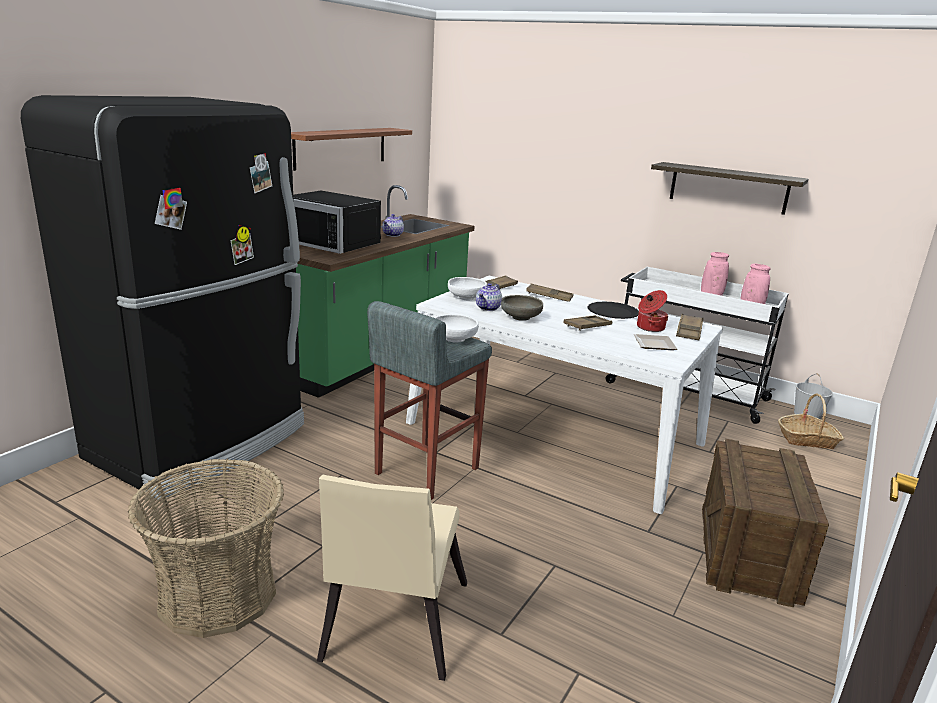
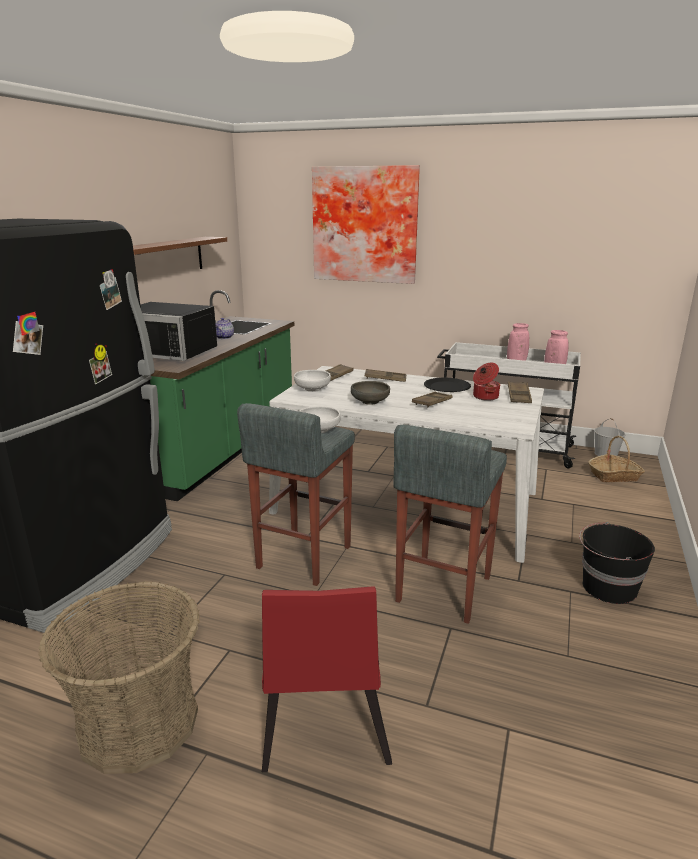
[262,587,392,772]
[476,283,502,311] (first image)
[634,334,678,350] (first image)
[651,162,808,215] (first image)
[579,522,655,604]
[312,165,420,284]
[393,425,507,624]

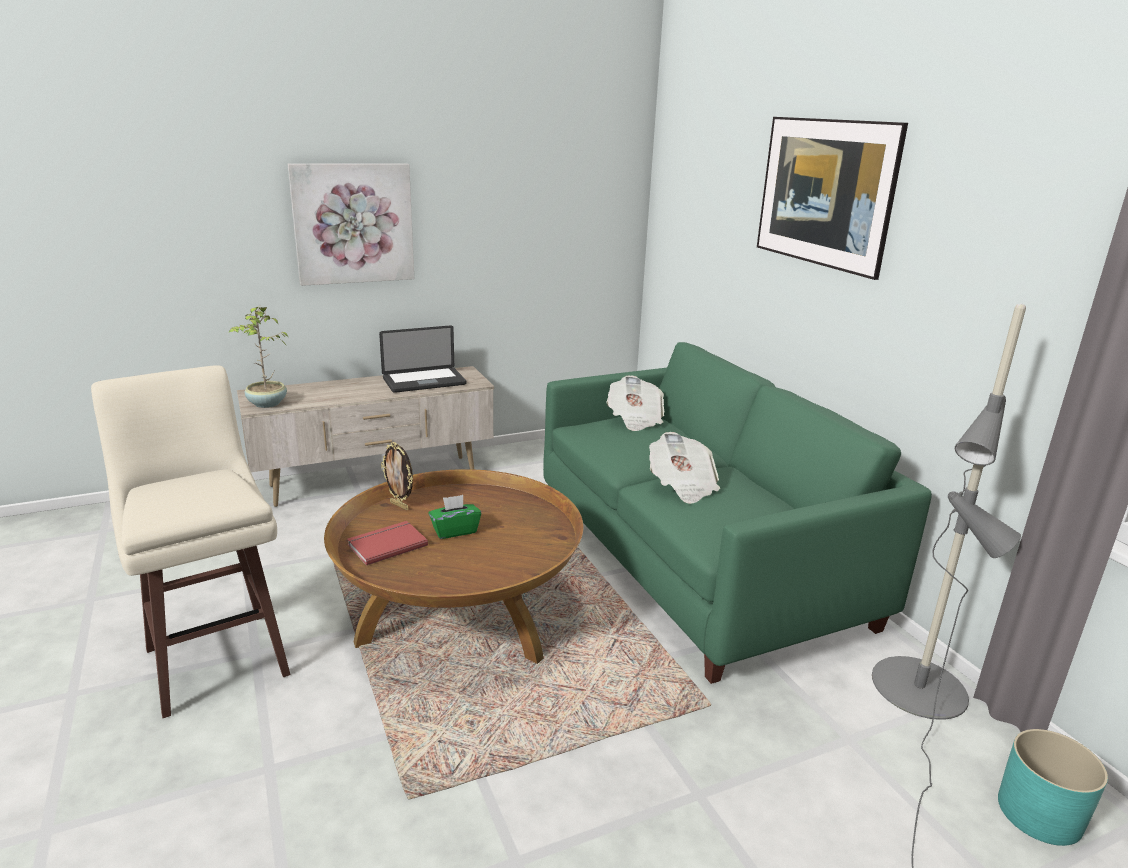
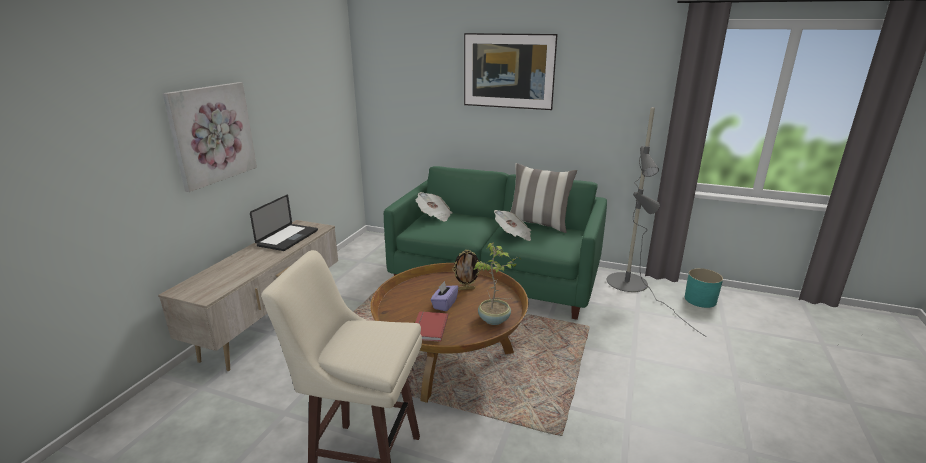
[474,243,521,325]
[453,250,482,290]
[430,281,458,311]
[510,163,577,233]

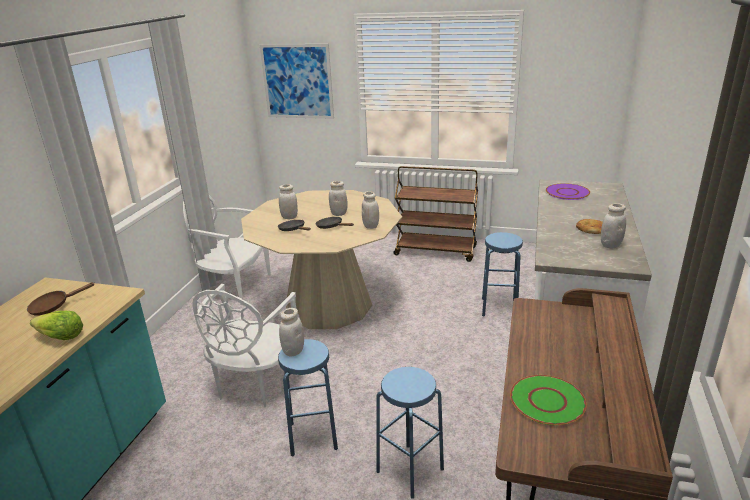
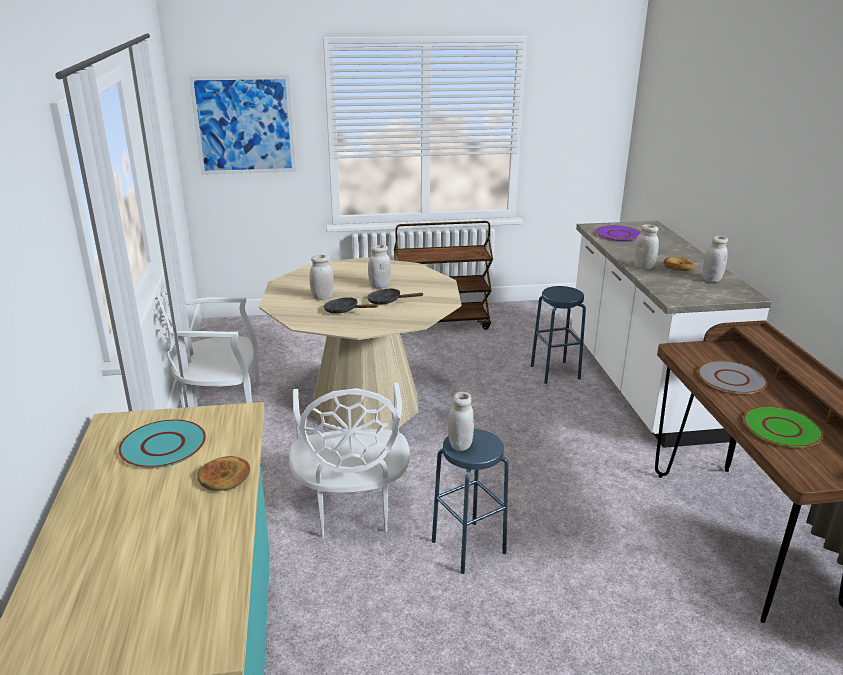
[118,419,206,468]
[198,456,250,491]
[634,224,659,269]
[376,367,444,499] (first image)
[698,361,768,394]

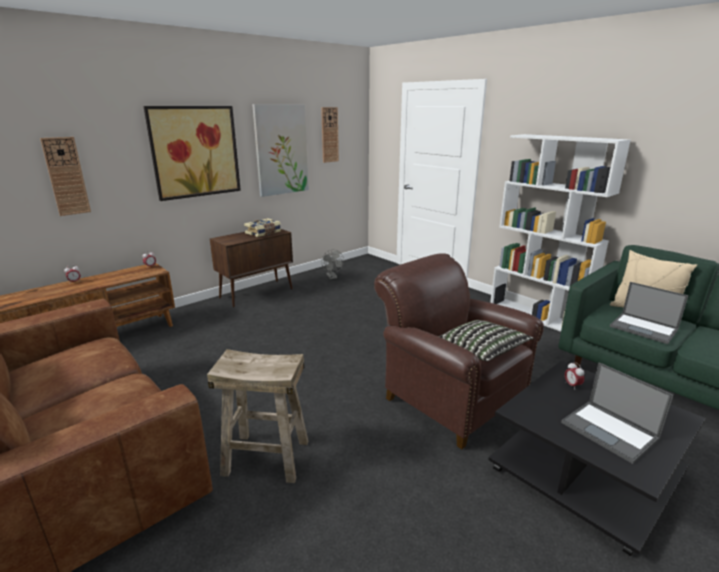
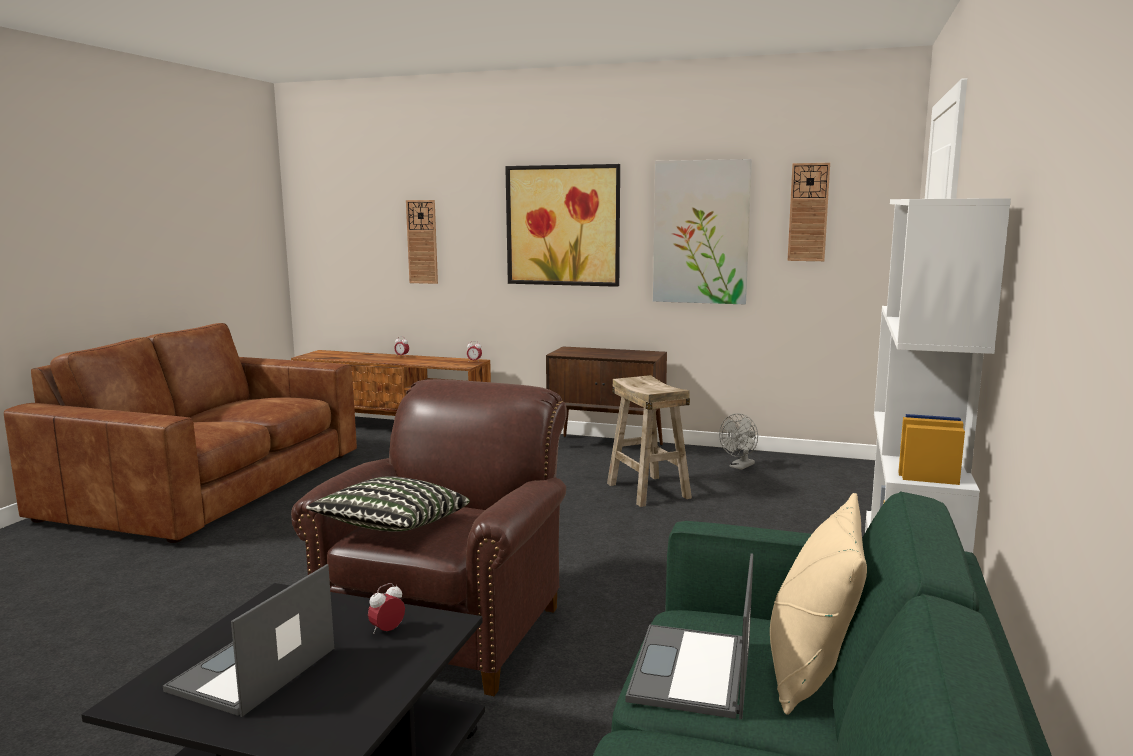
[607,375,692,507]
[244,218,281,237] (first image)

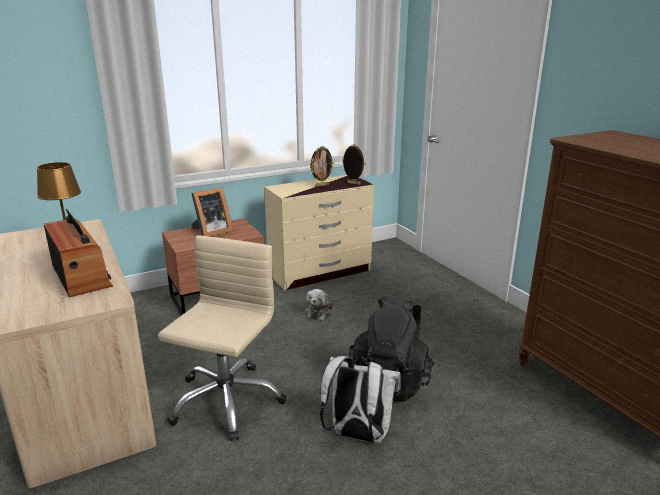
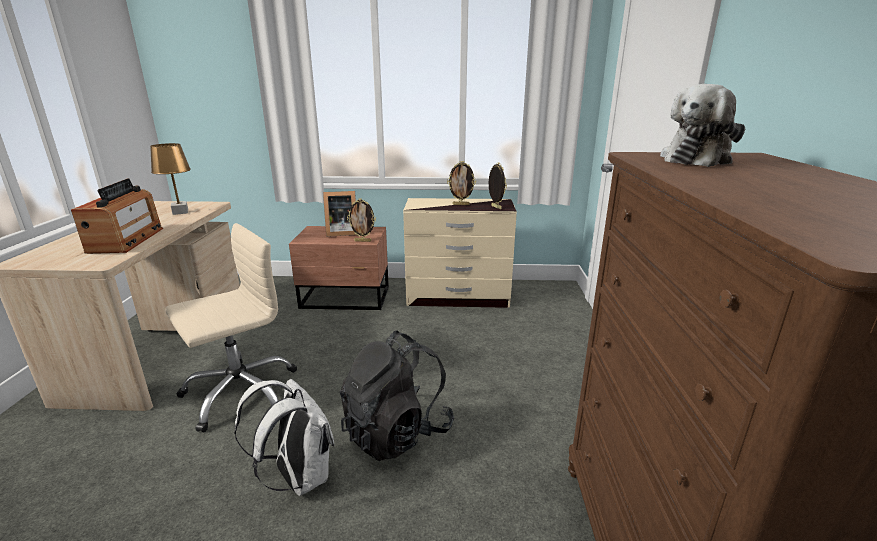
[660,84,745,167]
[347,198,376,242]

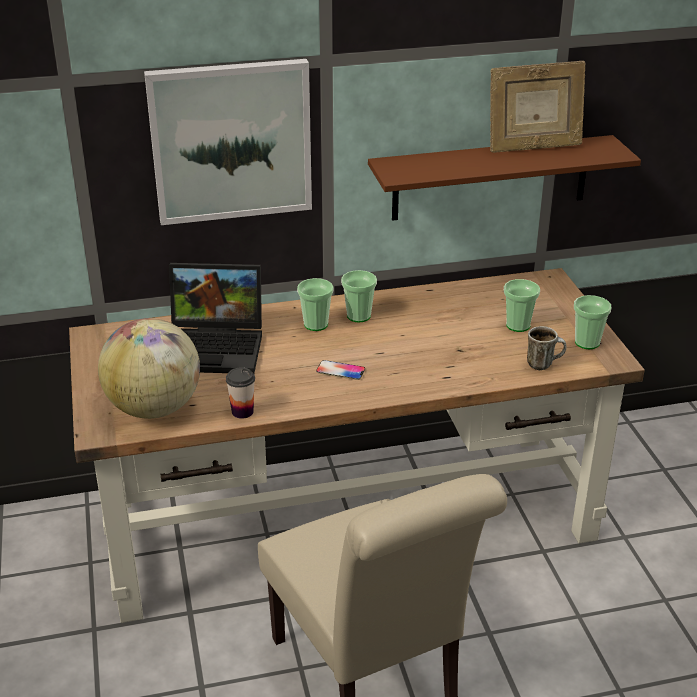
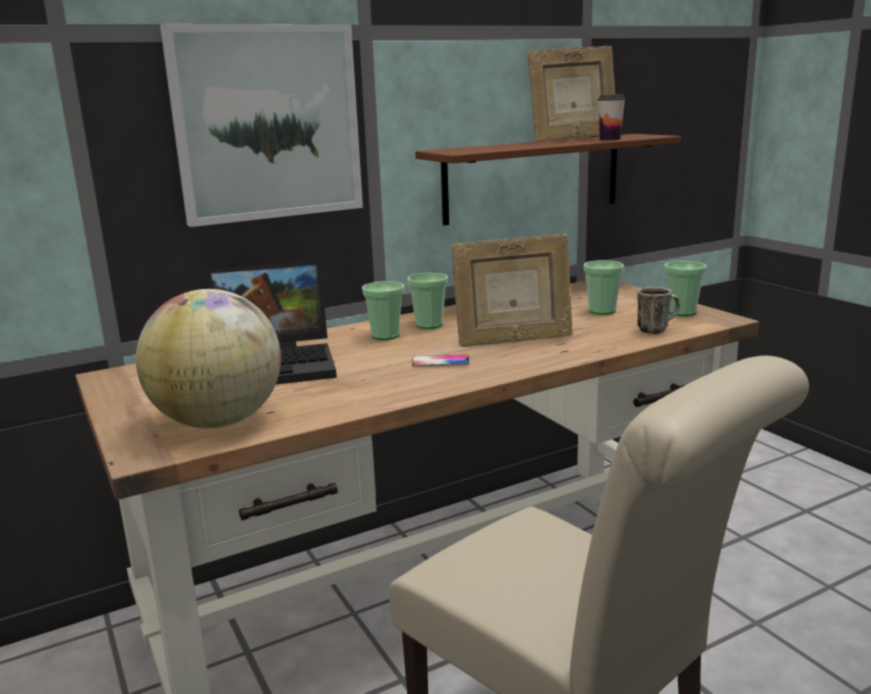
[598,94,625,140]
[451,234,573,347]

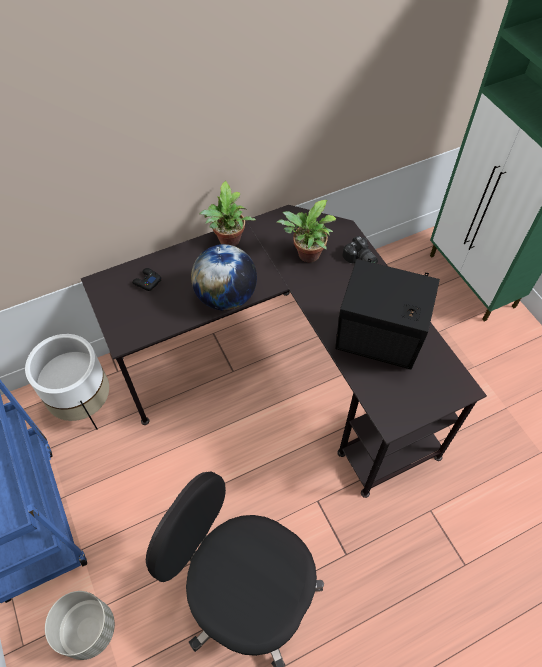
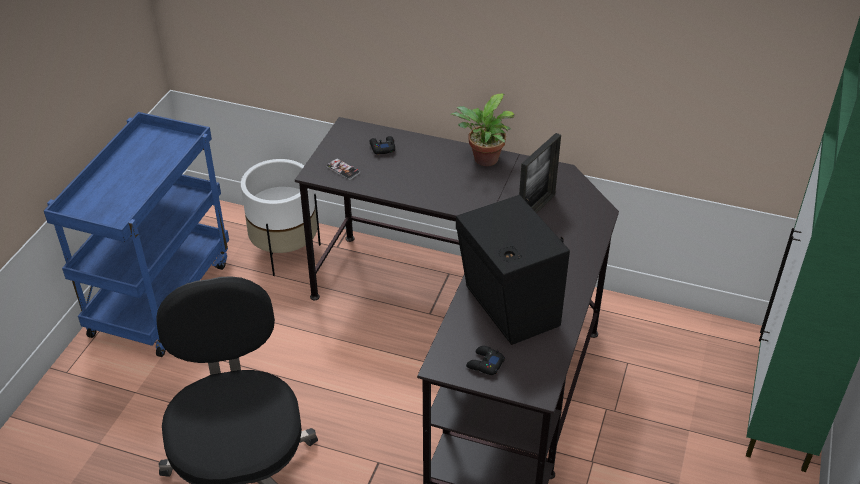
[45,591,115,660] (first image)
[191,244,257,310] (first image)
[519,133,561,213]
[342,236,378,264] (first image)
[326,158,360,180]
[466,346,505,375]

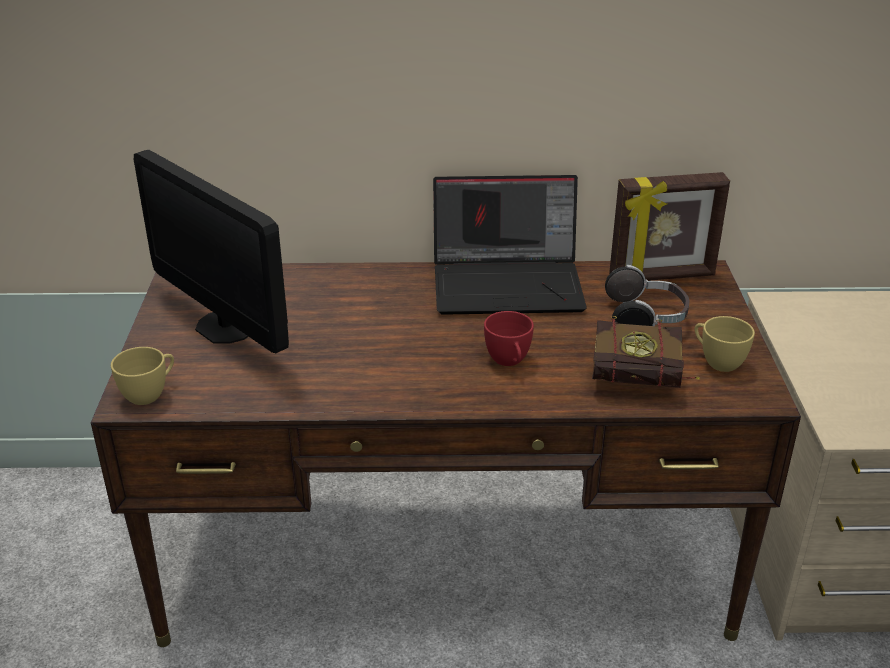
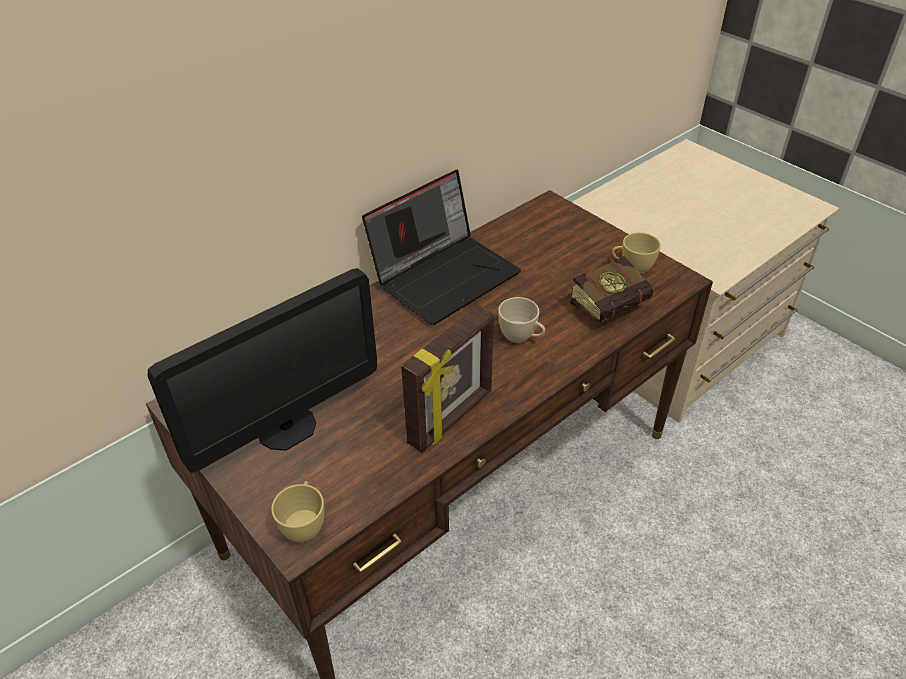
[148,268,377,473]
[498,297,545,343]
[605,265,689,336] (first image)
[401,305,494,453]

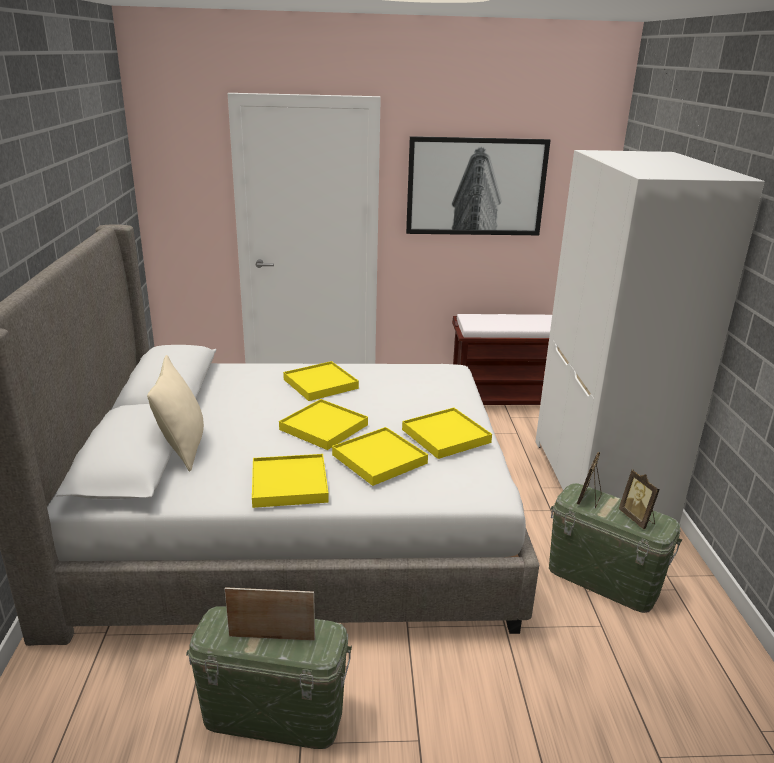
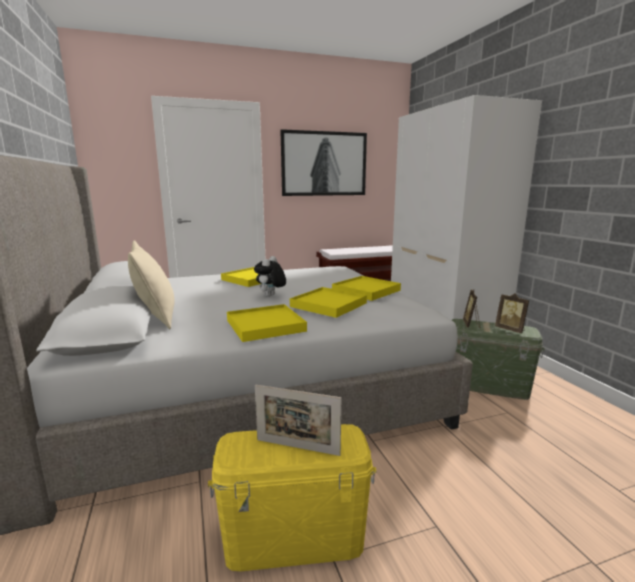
[208,424,376,571]
[255,384,341,456]
[254,256,286,297]

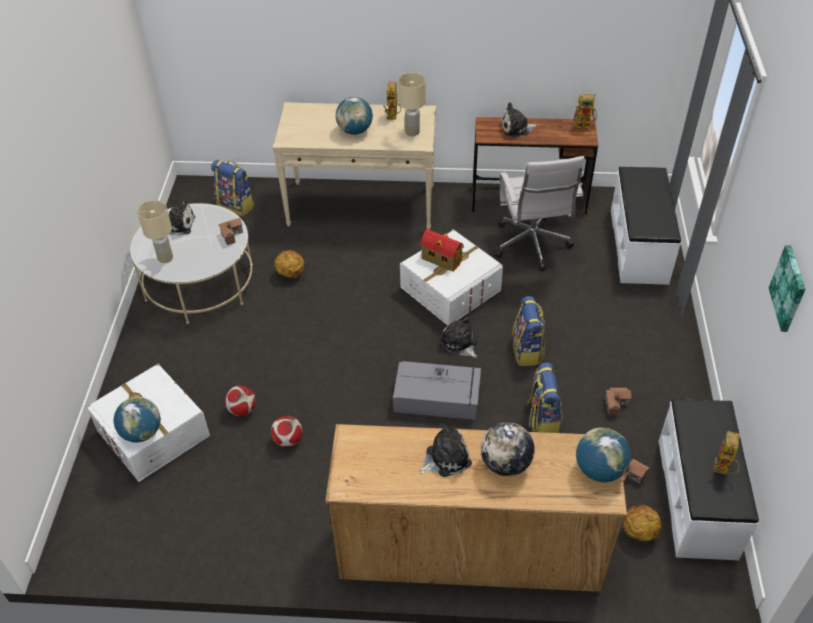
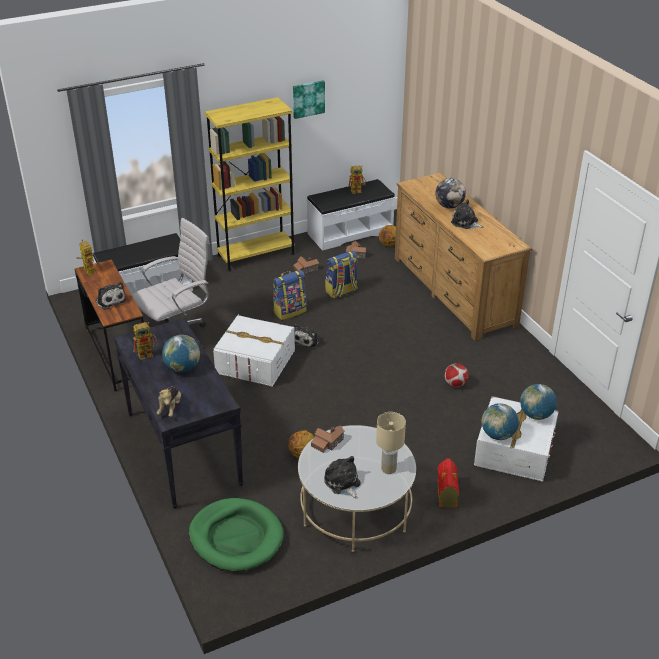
[189,498,284,572]
[225,386,256,416] (first image)
[113,318,243,509]
[393,361,481,420] (first image)
[398,72,426,136] (first image)
[437,459,459,508]
[482,403,519,440]
[157,387,181,417]
[204,97,295,272]

